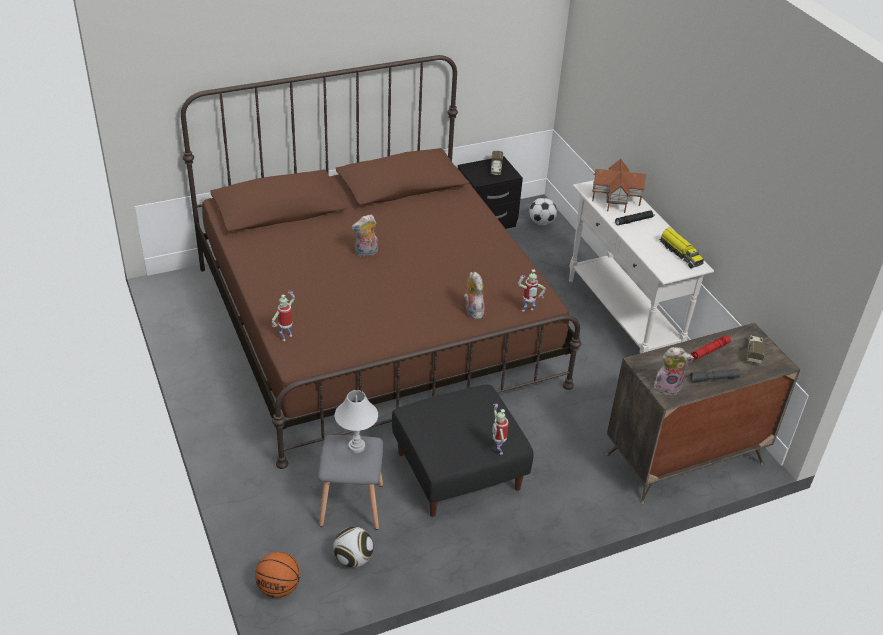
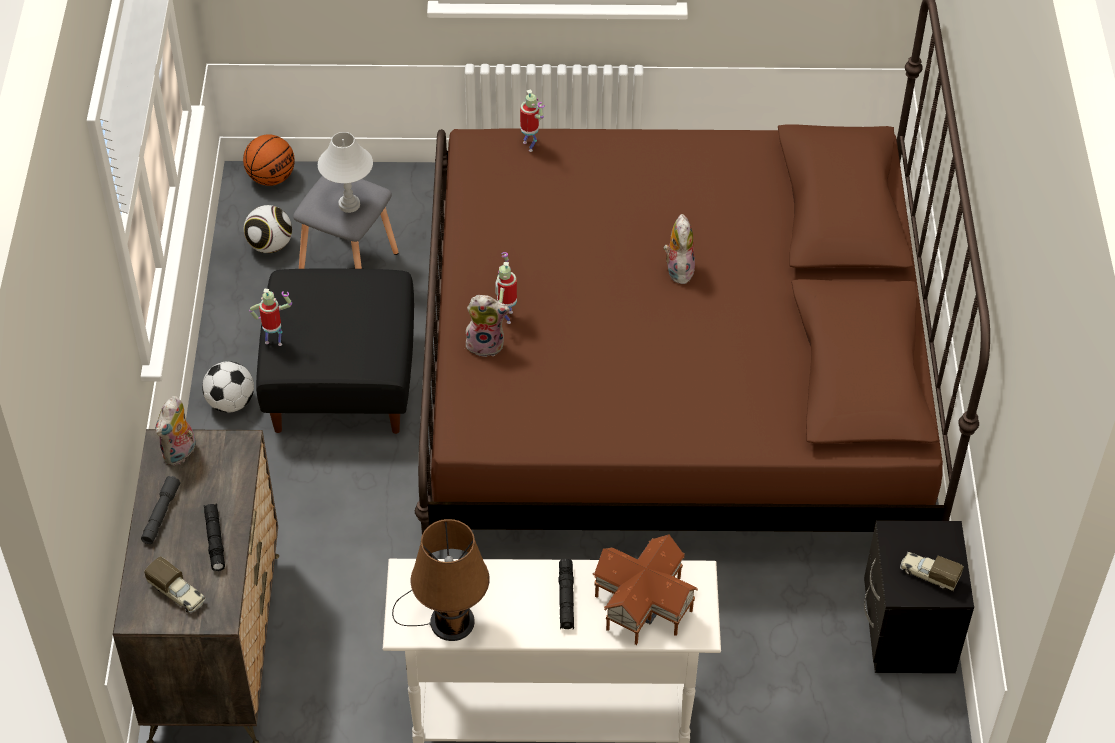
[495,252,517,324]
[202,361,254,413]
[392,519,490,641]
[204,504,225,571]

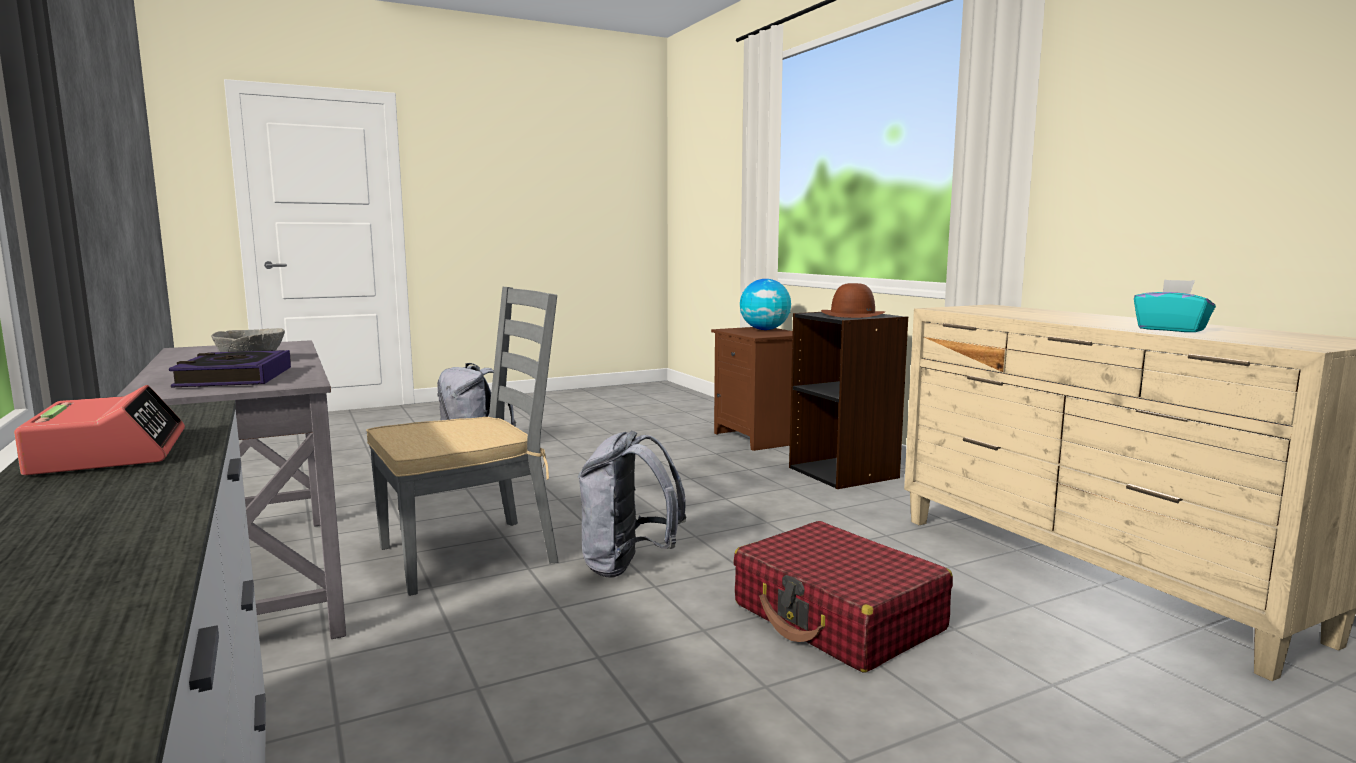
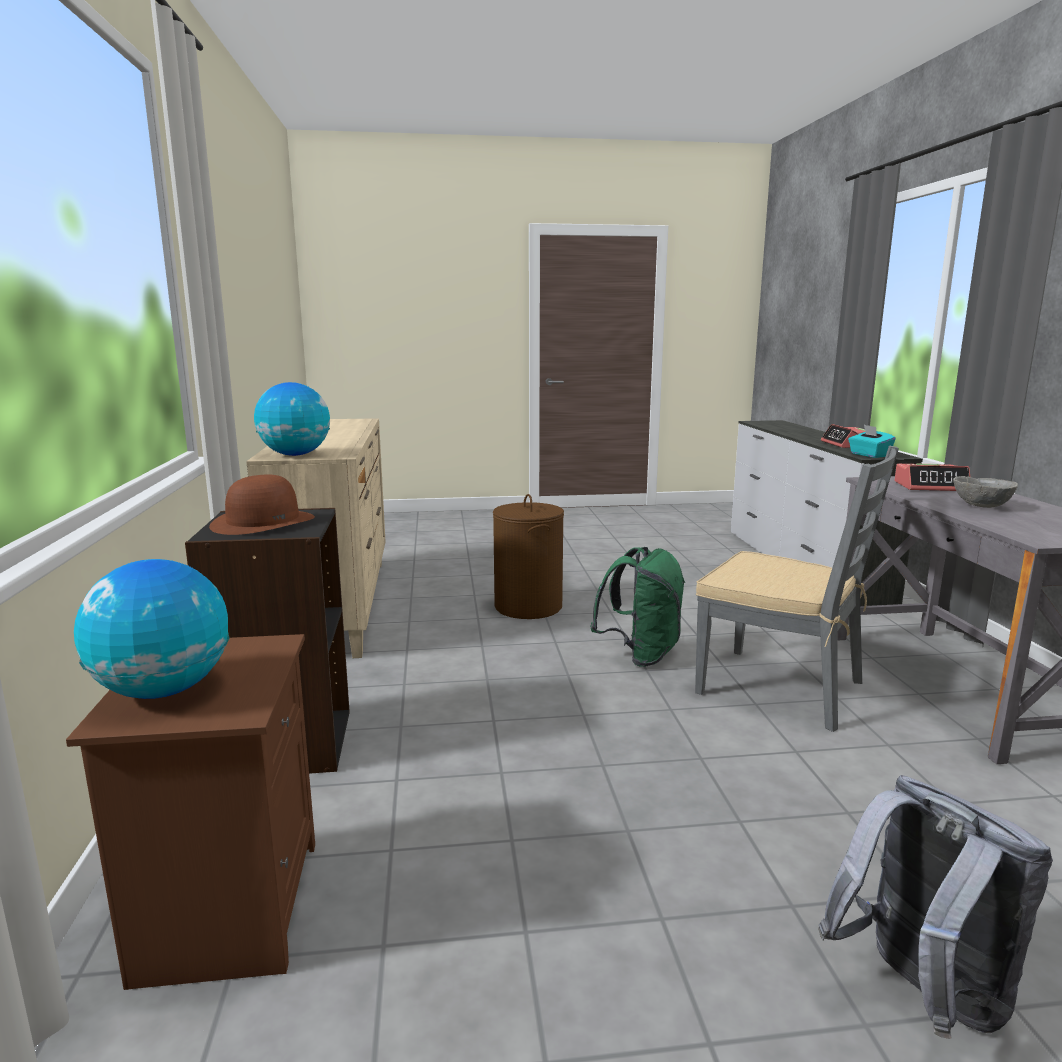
[894,464,970,491]
[695,446,899,732]
[590,547,685,667]
[493,494,564,619]
[848,425,896,458]
[254,382,330,456]

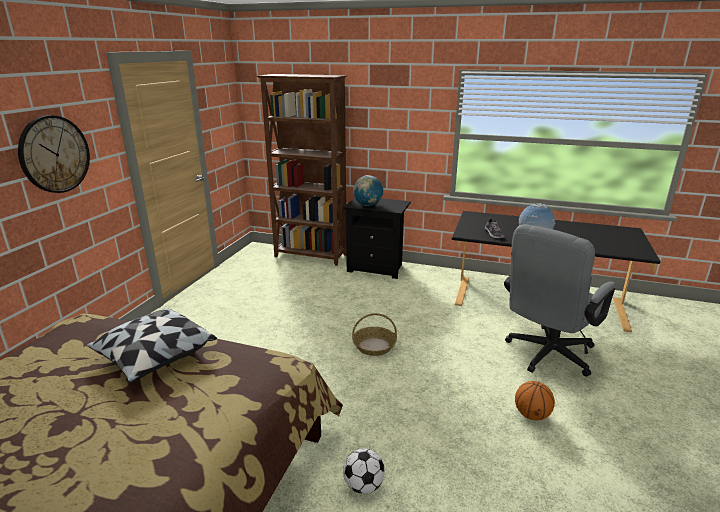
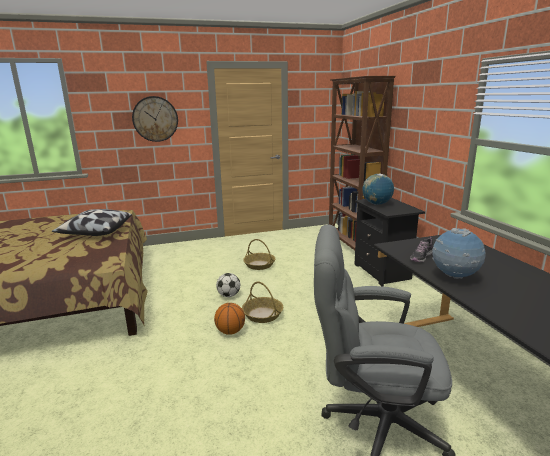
[216,273,240,297]
[214,303,245,335]
[243,239,275,270]

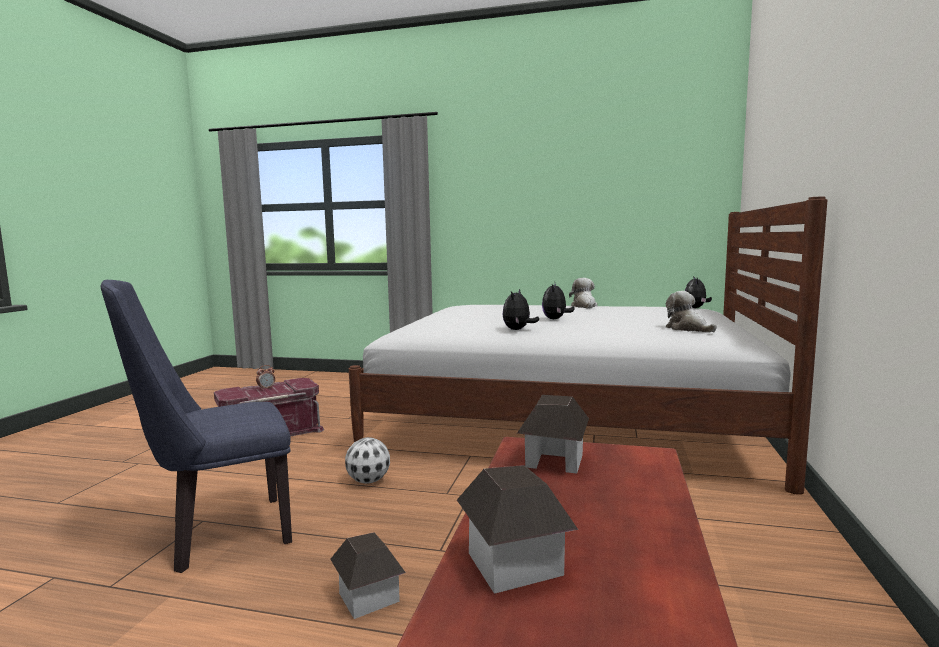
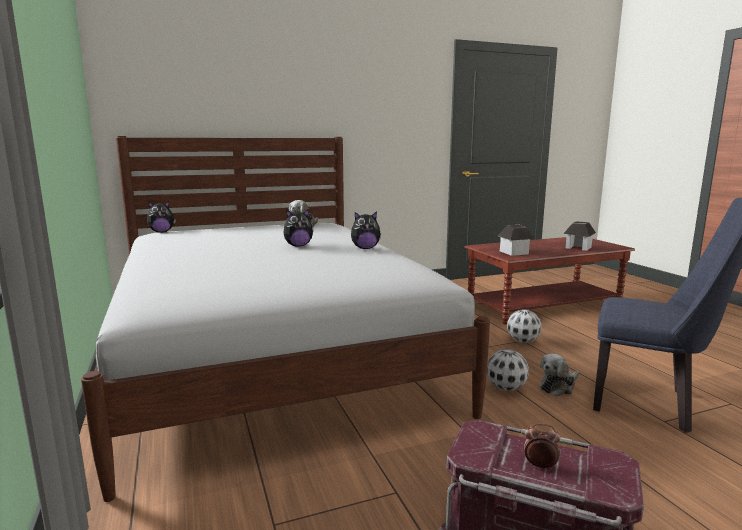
[330,532,406,619] (first image)
[540,354,579,396]
[507,309,542,343]

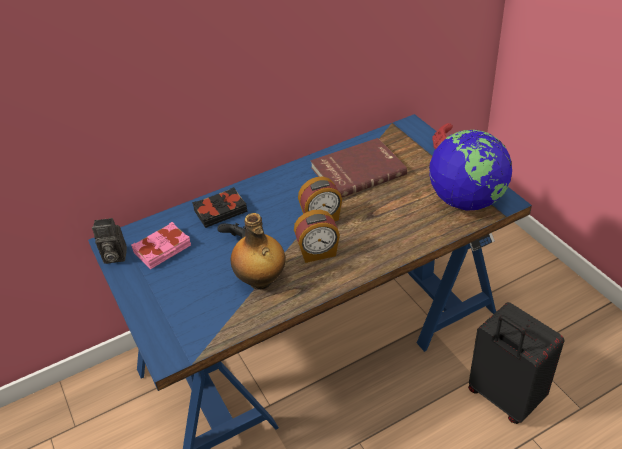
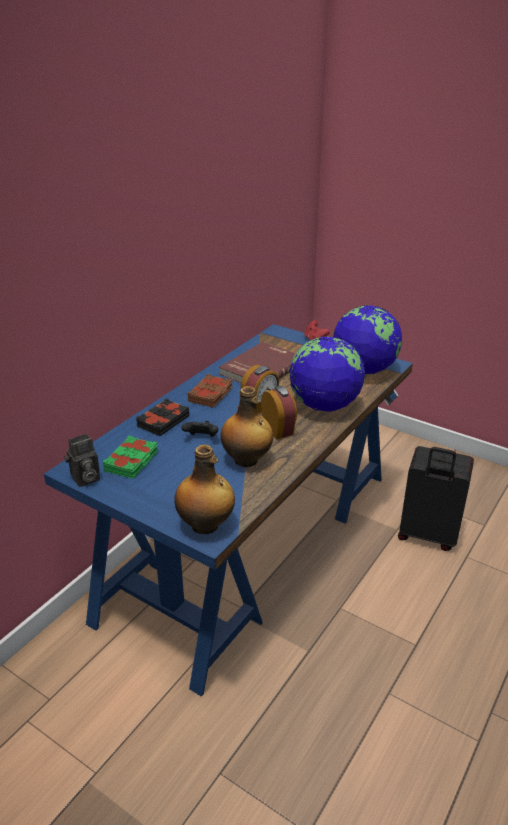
[103,436,158,479]
[261,386,297,440]
[174,444,235,534]
[188,374,233,408]
[289,337,365,412]

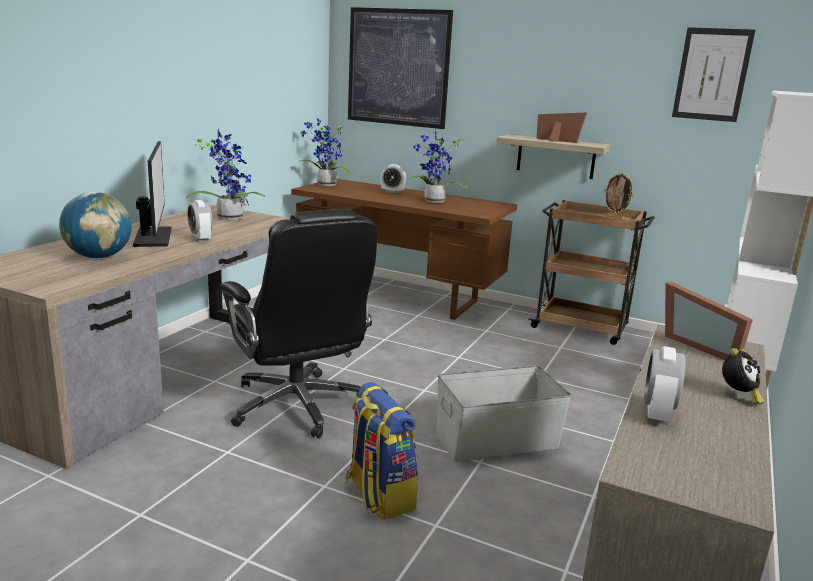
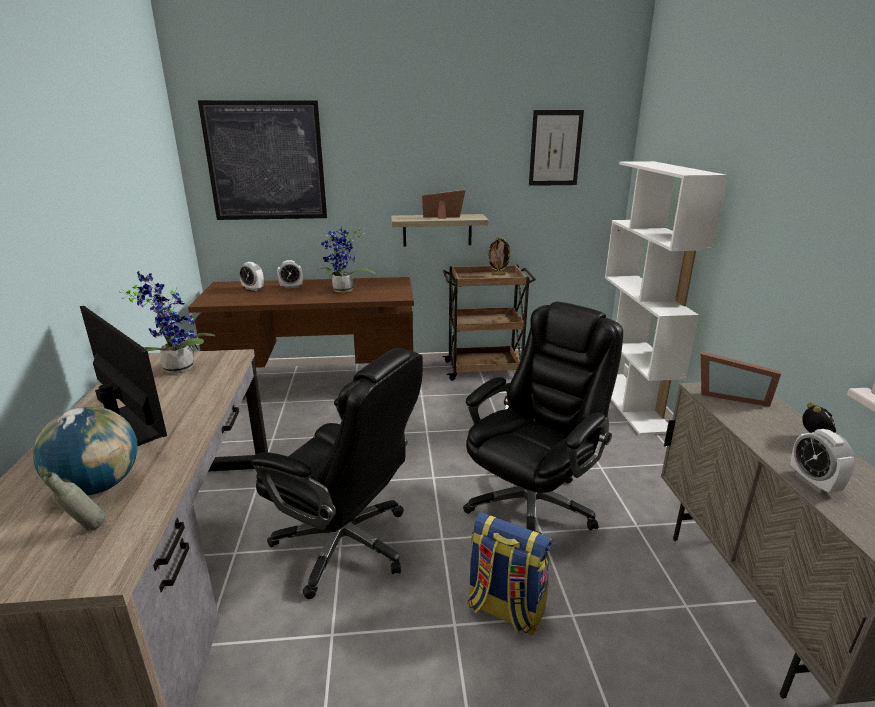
[239,262,264,291]
[298,119,351,186] (first image)
[463,302,623,531]
[43,472,106,530]

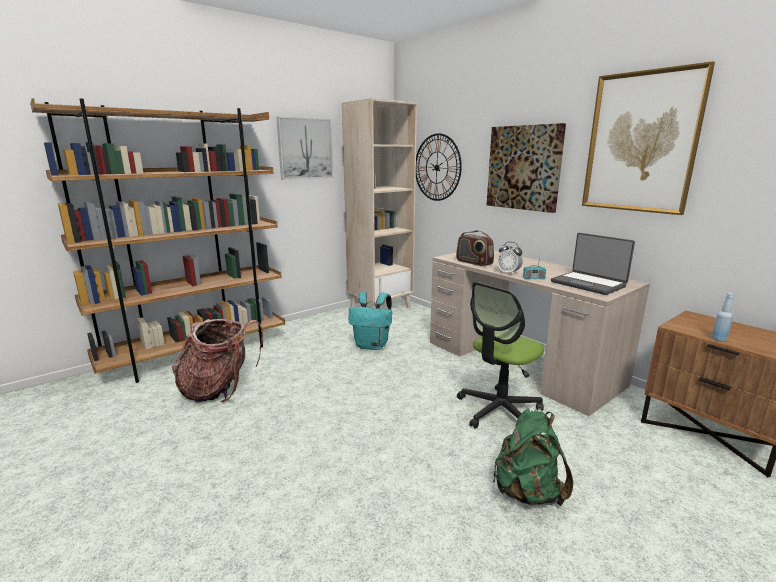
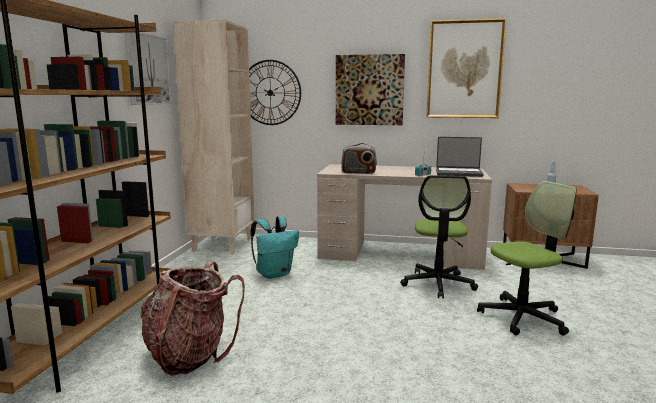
[477,181,577,336]
[497,242,523,275] (first image)

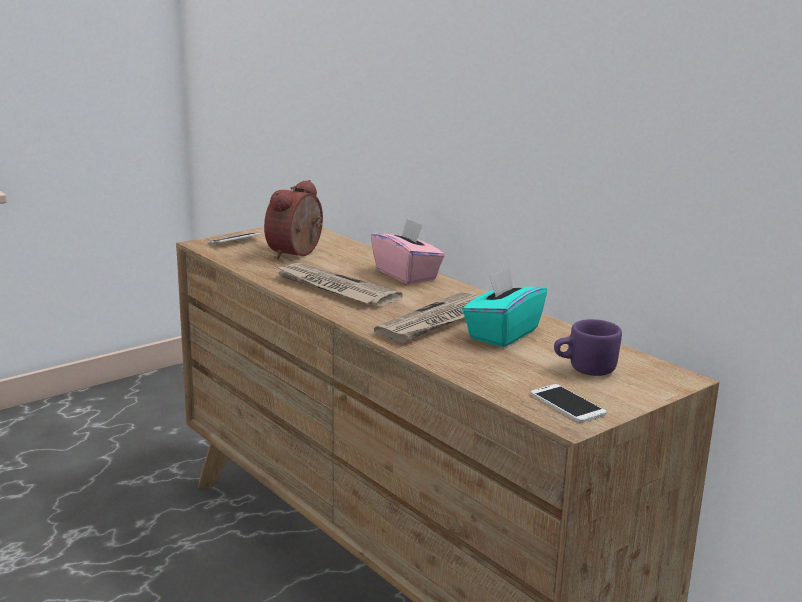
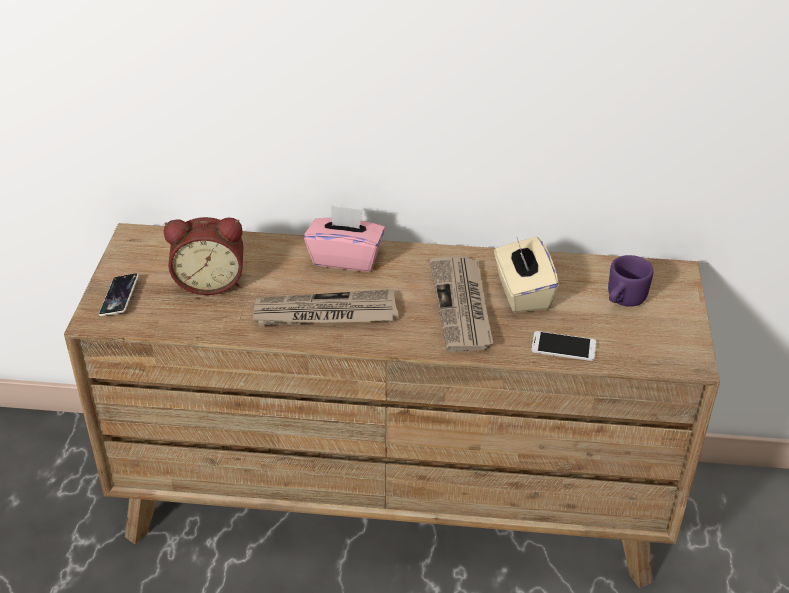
[164,217,243,295]
[494,236,559,313]
[531,331,597,361]

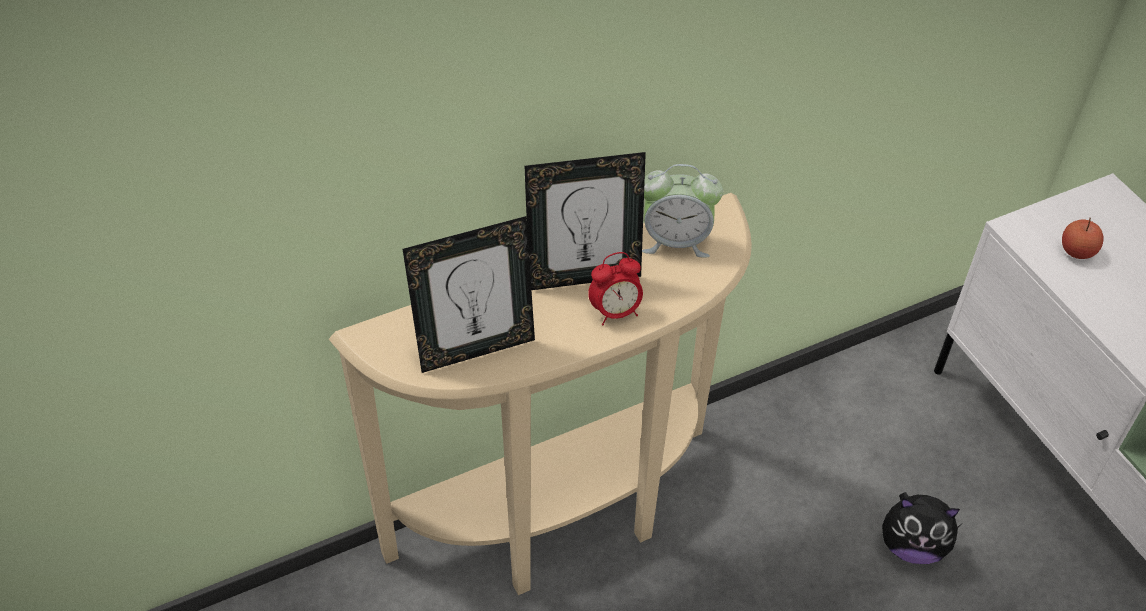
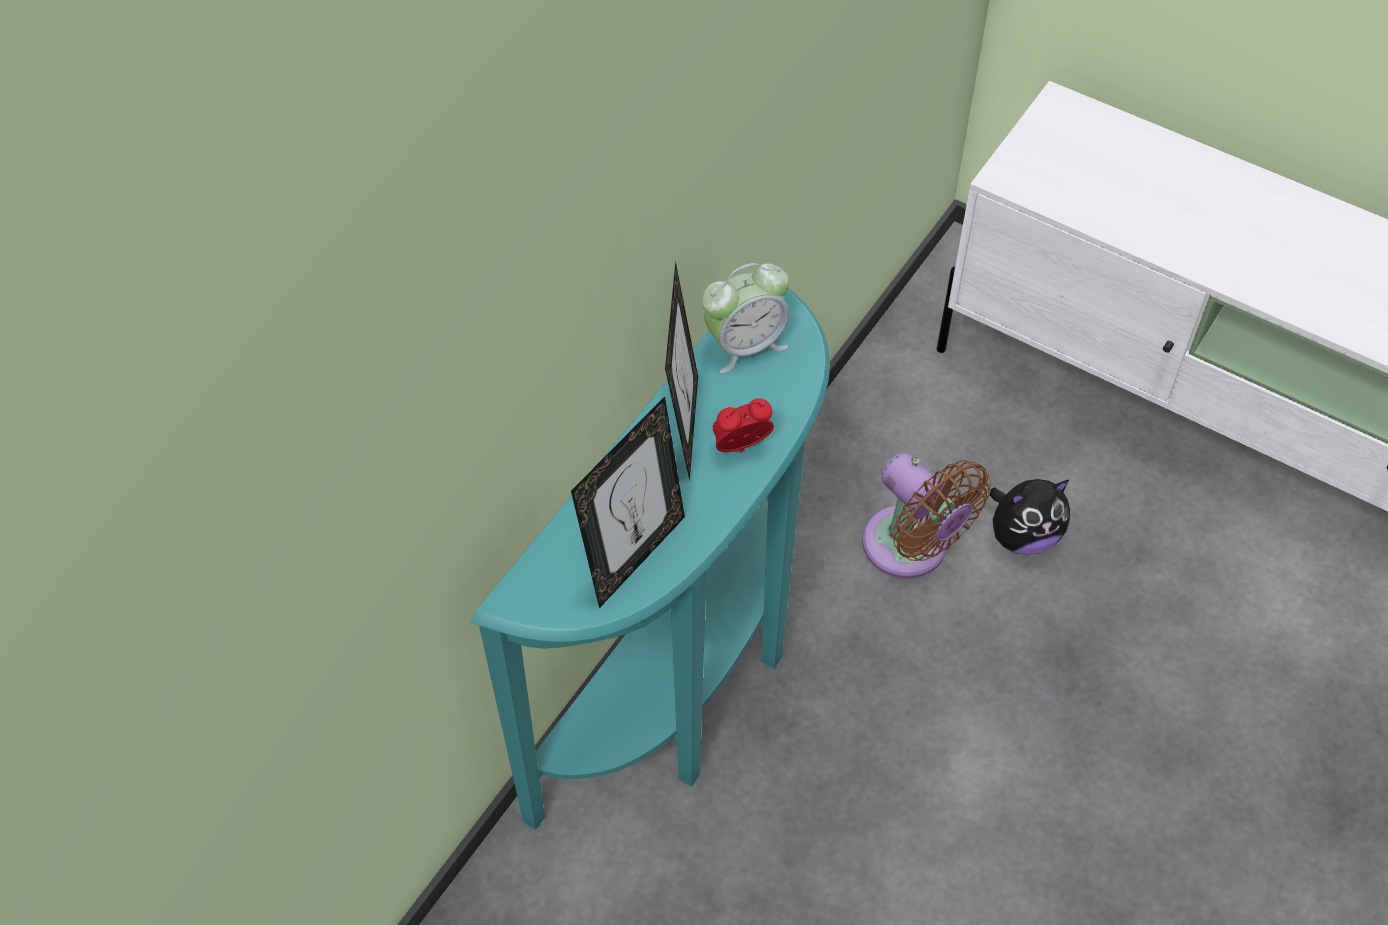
[471,288,830,830]
[665,262,698,480]
[713,398,774,453]
[1062,218,1103,259] (first image)
[862,453,991,579]

